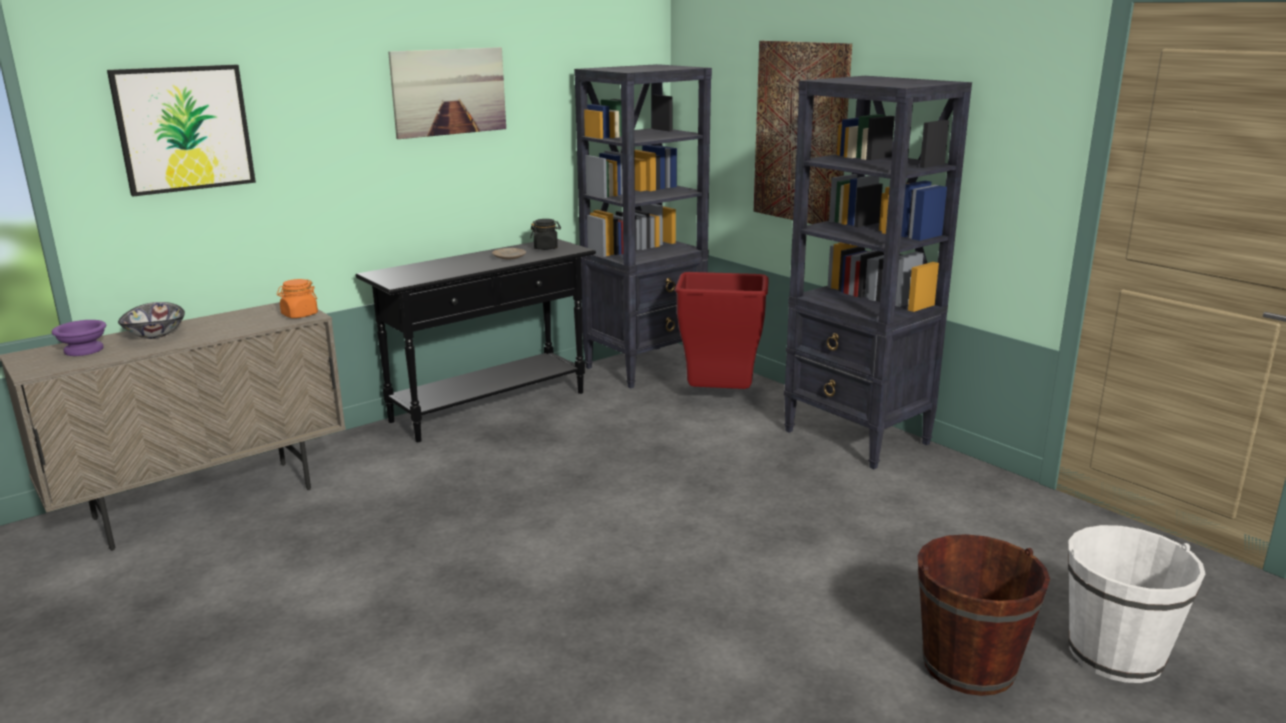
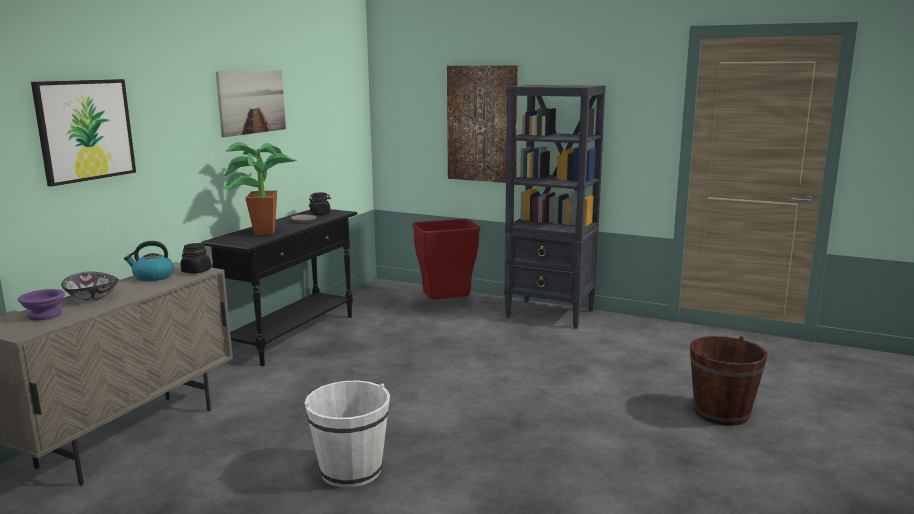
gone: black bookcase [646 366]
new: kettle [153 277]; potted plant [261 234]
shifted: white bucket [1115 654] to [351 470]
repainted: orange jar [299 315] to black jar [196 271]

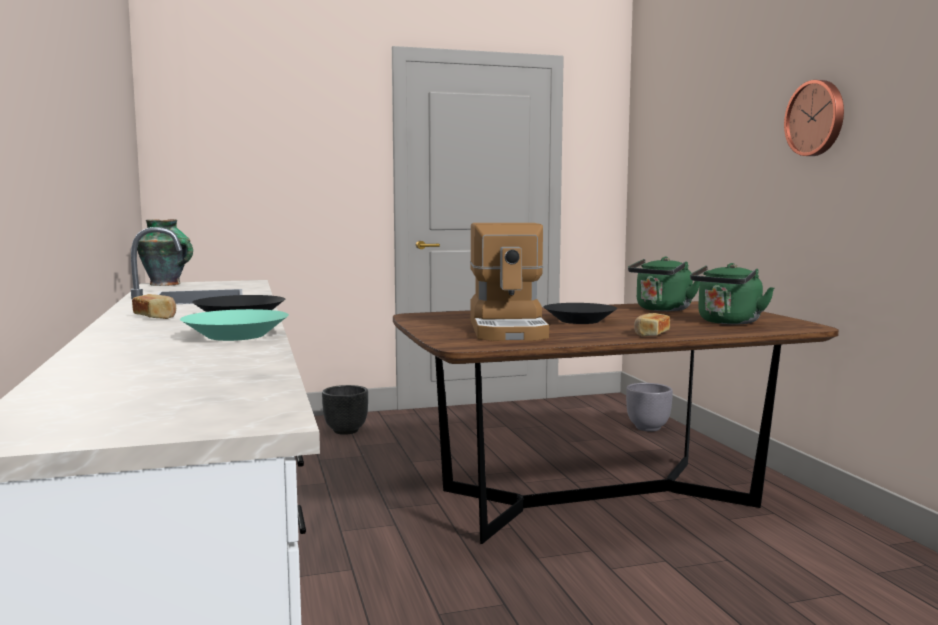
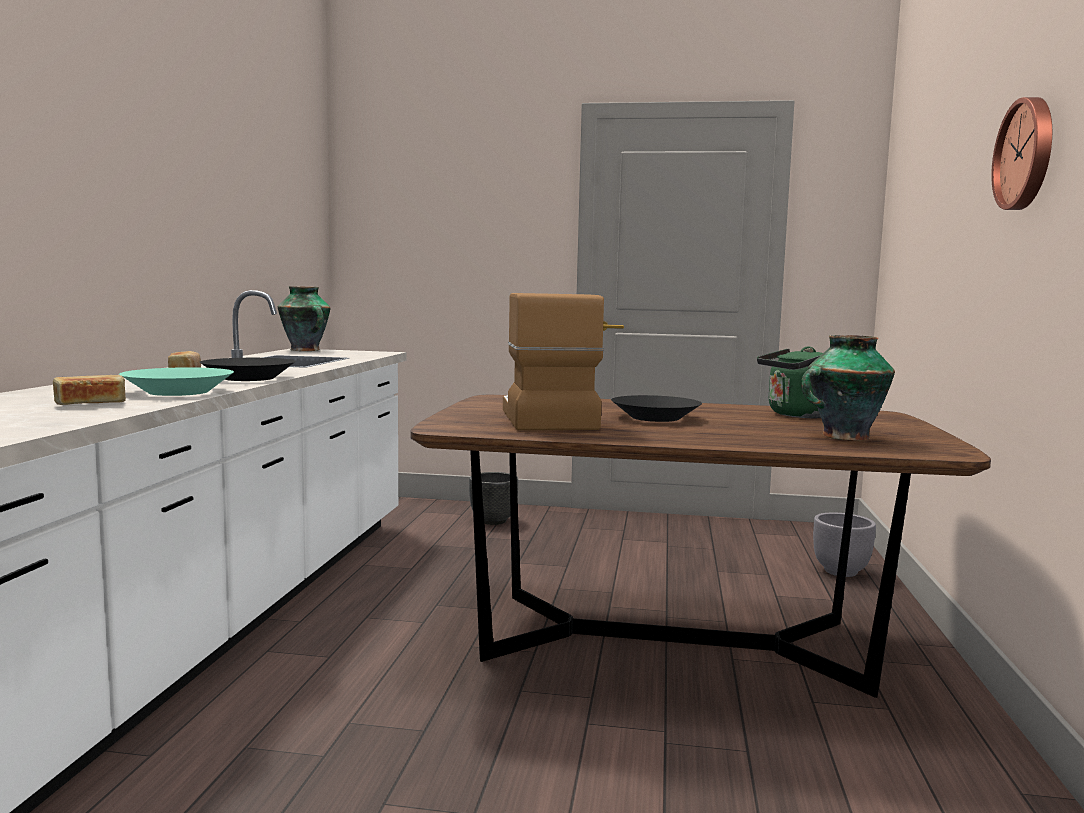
shifted: bread [650 334] to [91 404]
swapped: green kettle [727 322] to vase [843 436]
rotated: coffee machine [509 329] = [545 419] 150 degrees clockwise

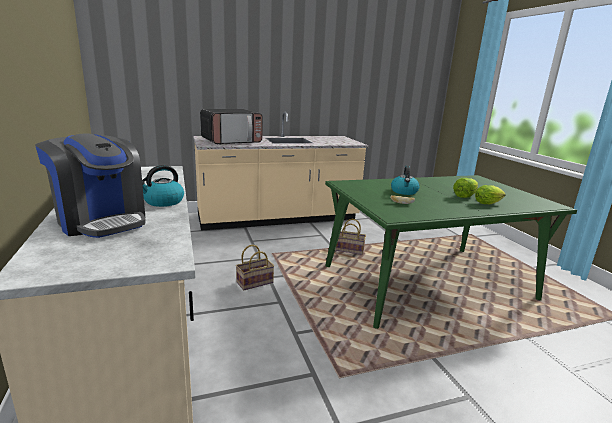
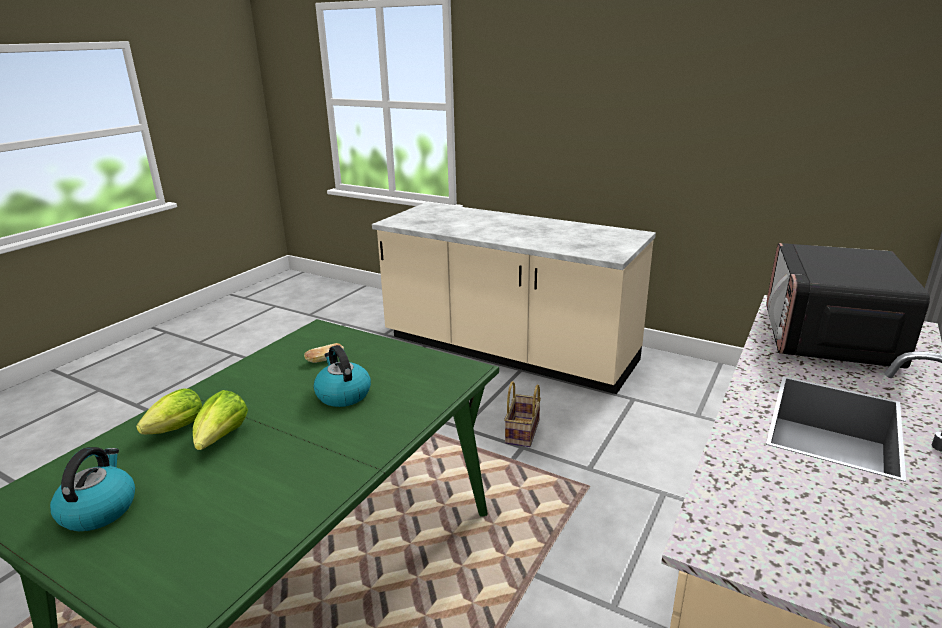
gone: coffee machine [101 221]; basket [350 250]
shifted: kettle [163 202] to [99 509]

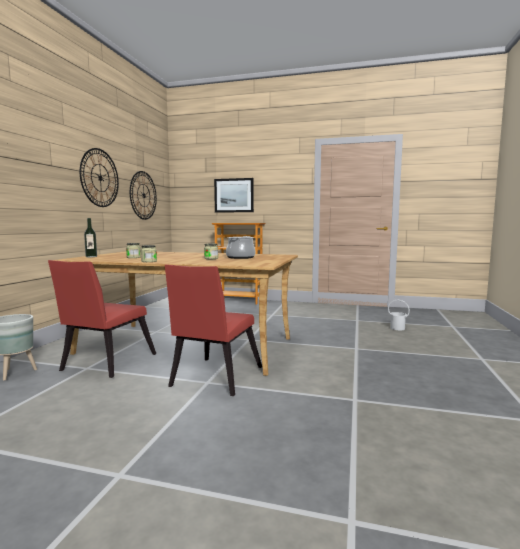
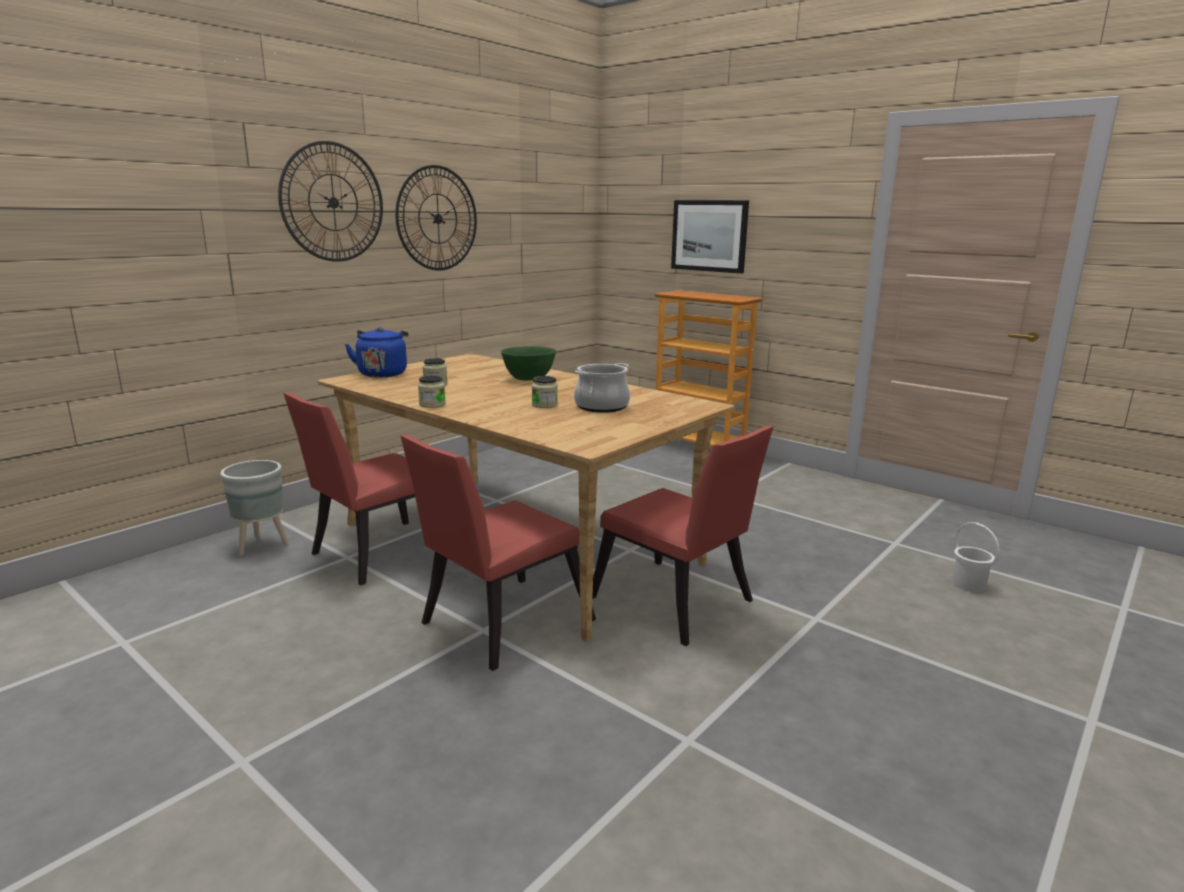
new: green bowl [529 379]; red chair [677 605]
shifted: wall clock [143 195] to [333 202]
swapped: bottle [91 256] to blue kettle [382 373]

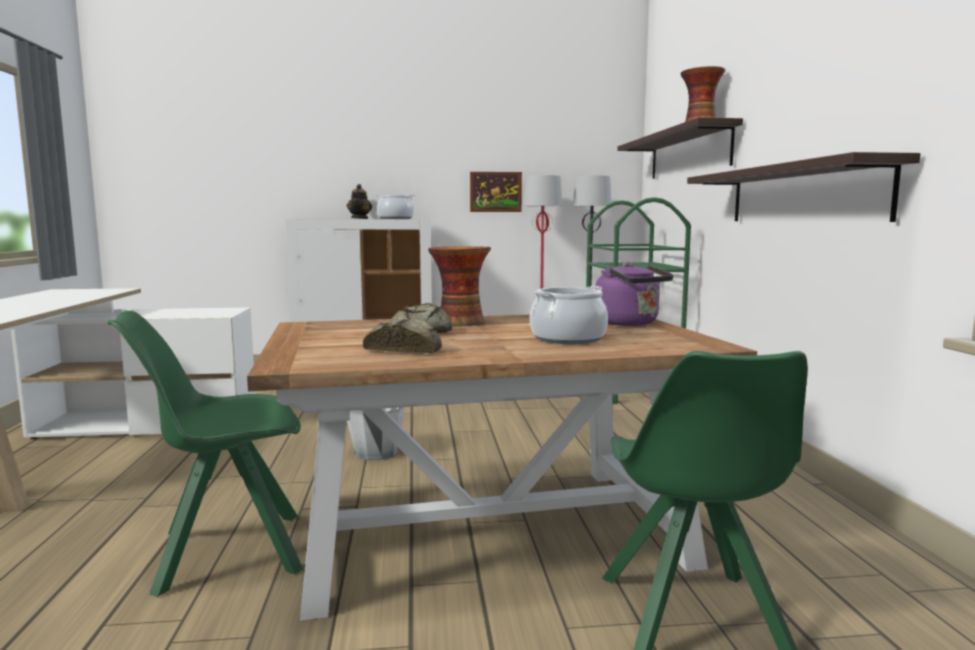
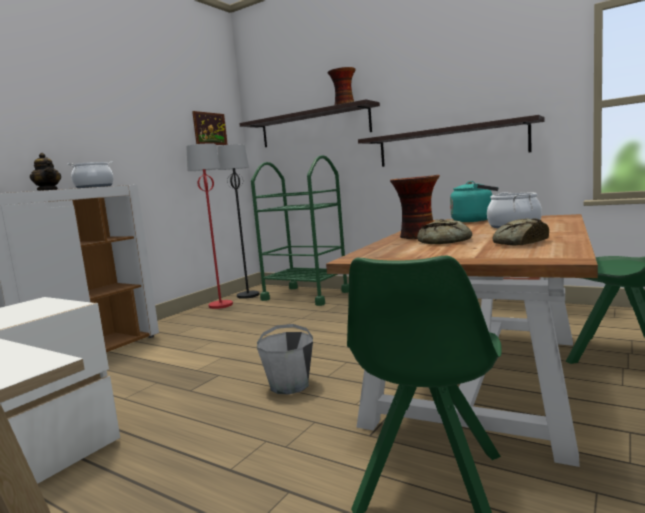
shifted: picture [495 192] to [210 128]
repainted: purple kettle [630 324] to turquoise kettle [474 220]

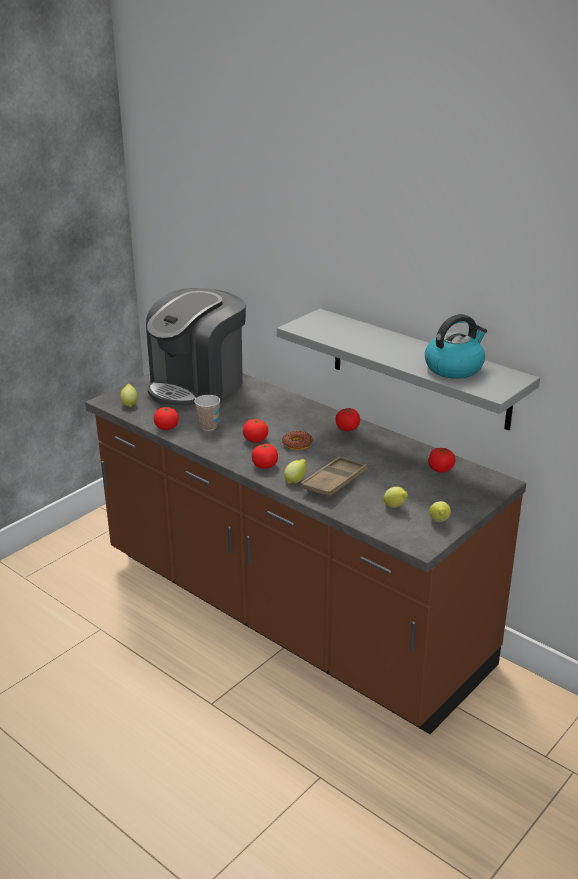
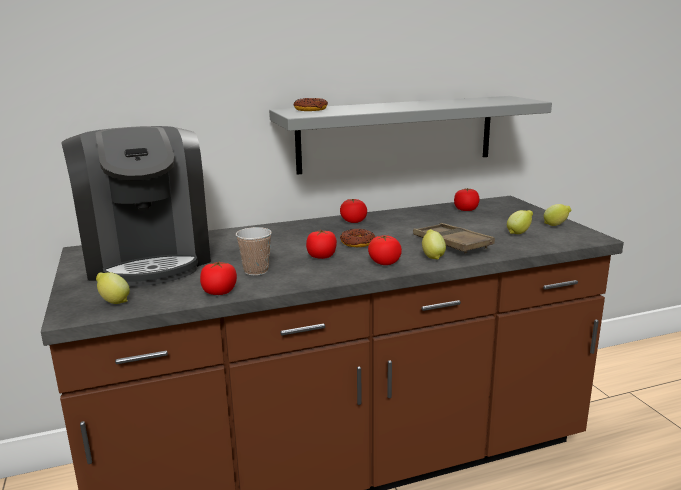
gone: kettle [454 368]
new: donut [311 109]

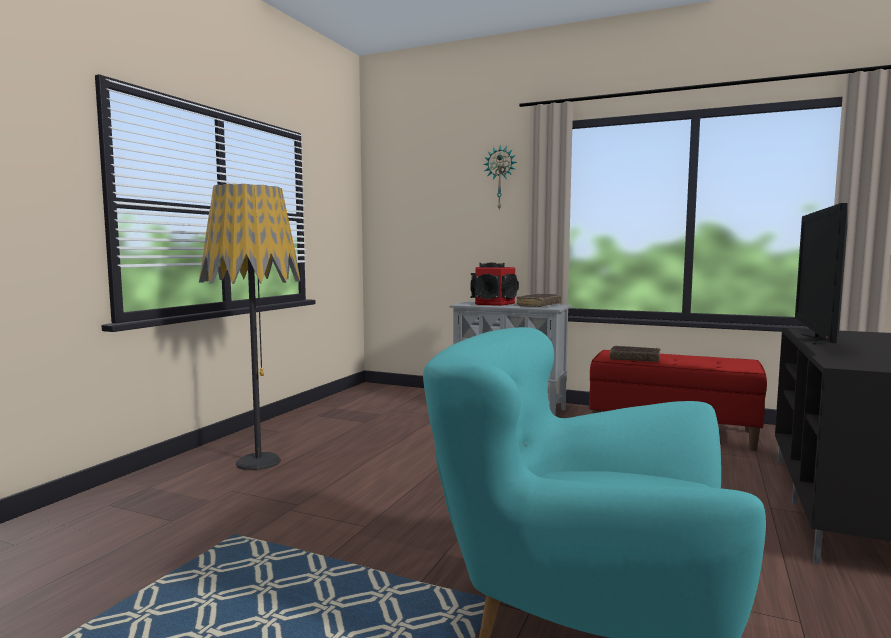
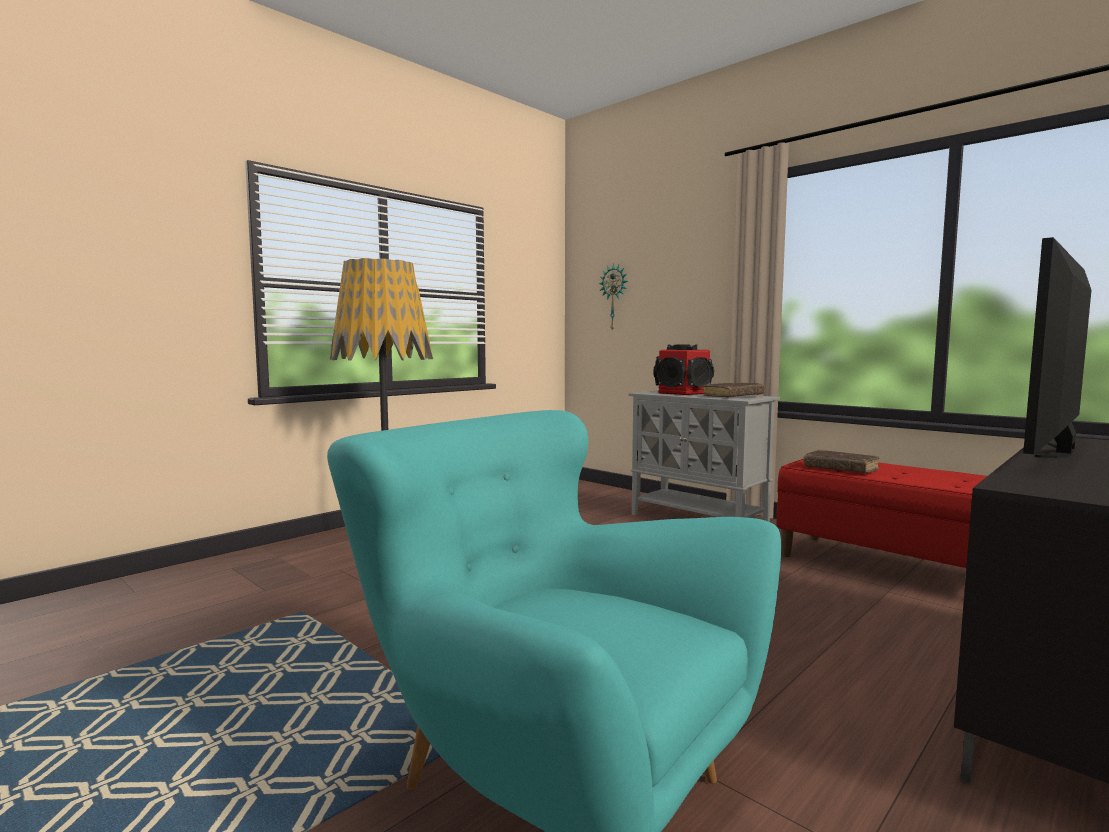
shifted: wall clock [500 178] to [614 297]

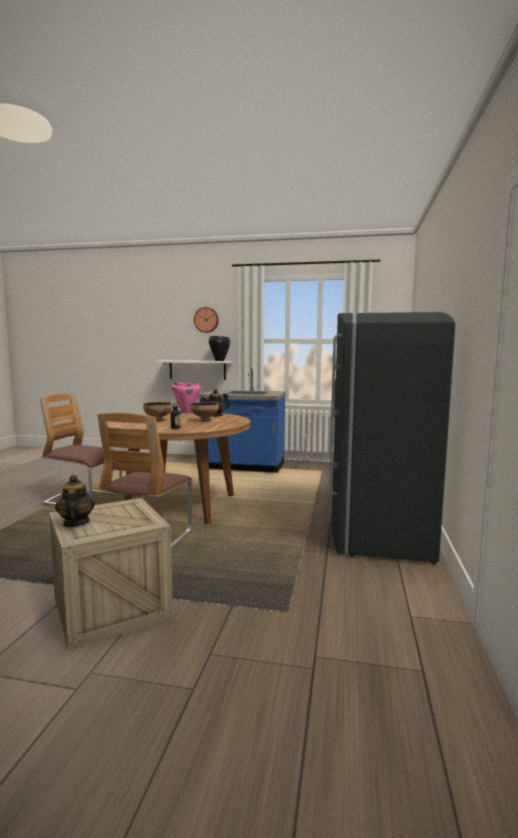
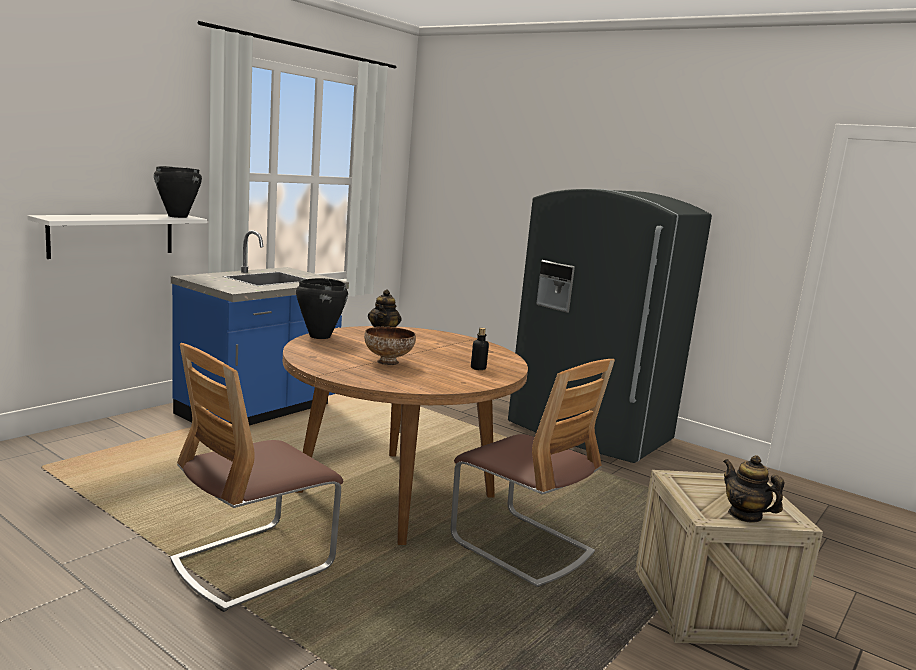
gone: bowl [205 420]; wall clock [206 320]
repainted: pink cooking pot [186 412] to black cooking pot [319 336]
rotated: teapot [75 523] = [745 515] 45 degrees clockwise

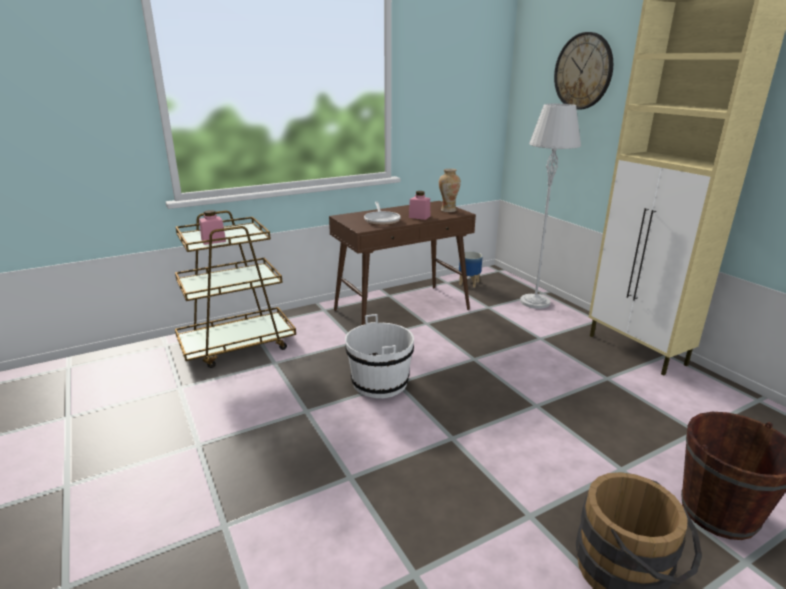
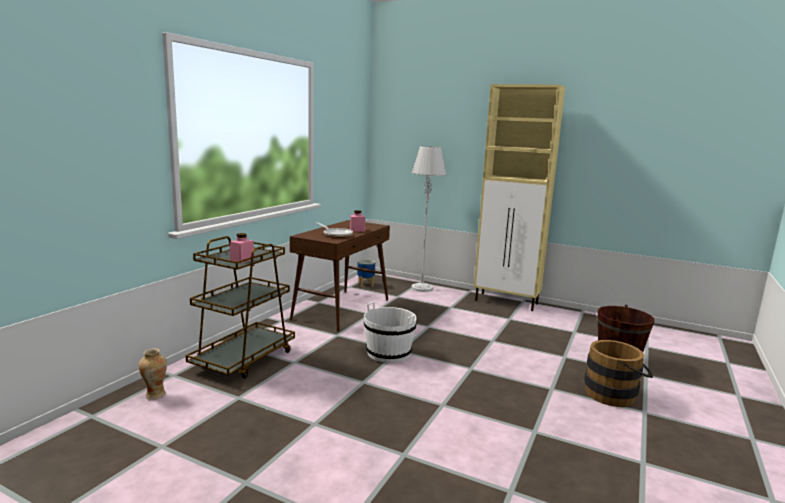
gone: wall clock [583 71]
shifted: vase [448 210] to [155 395]

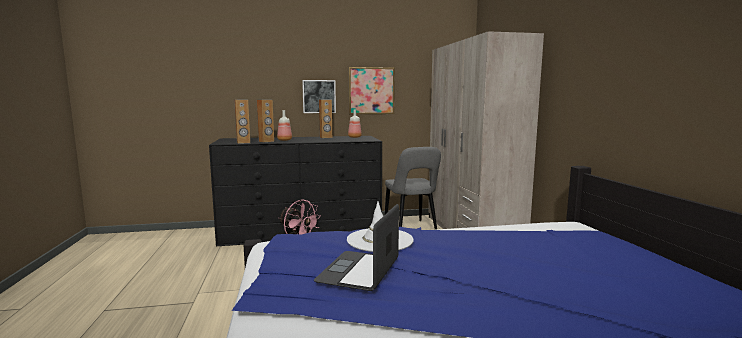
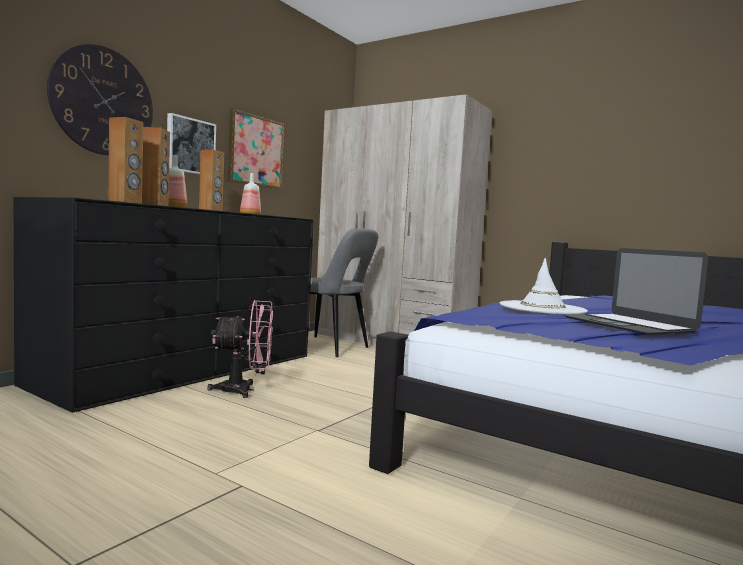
new: wall clock [103 101]

